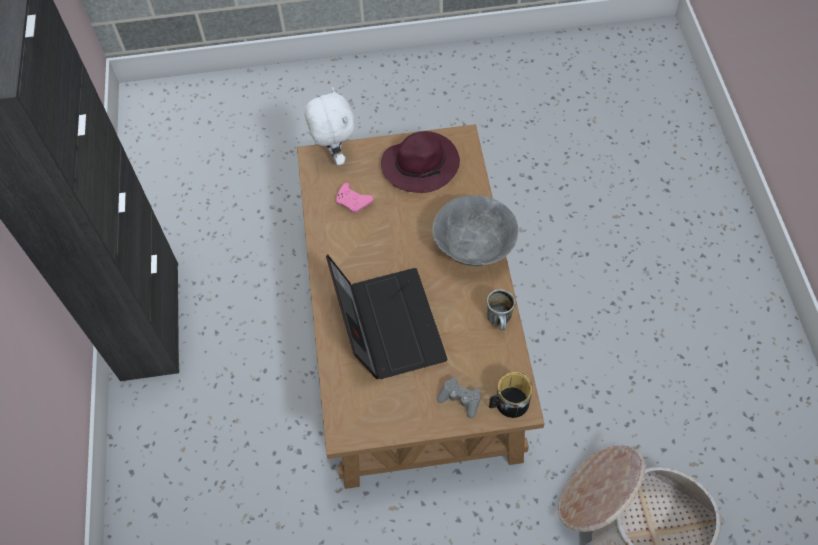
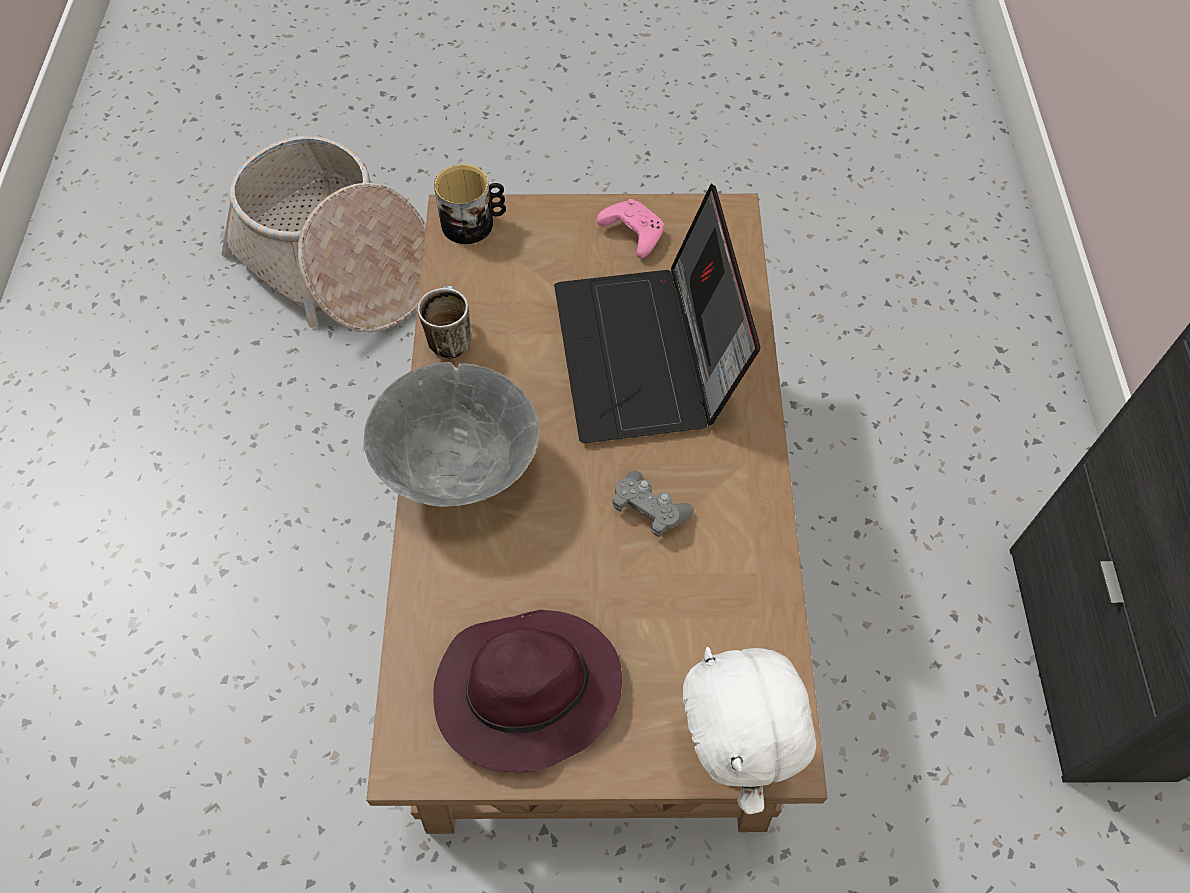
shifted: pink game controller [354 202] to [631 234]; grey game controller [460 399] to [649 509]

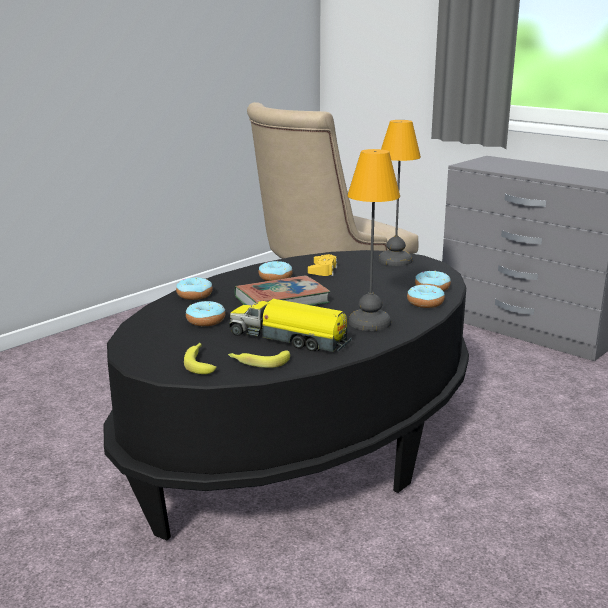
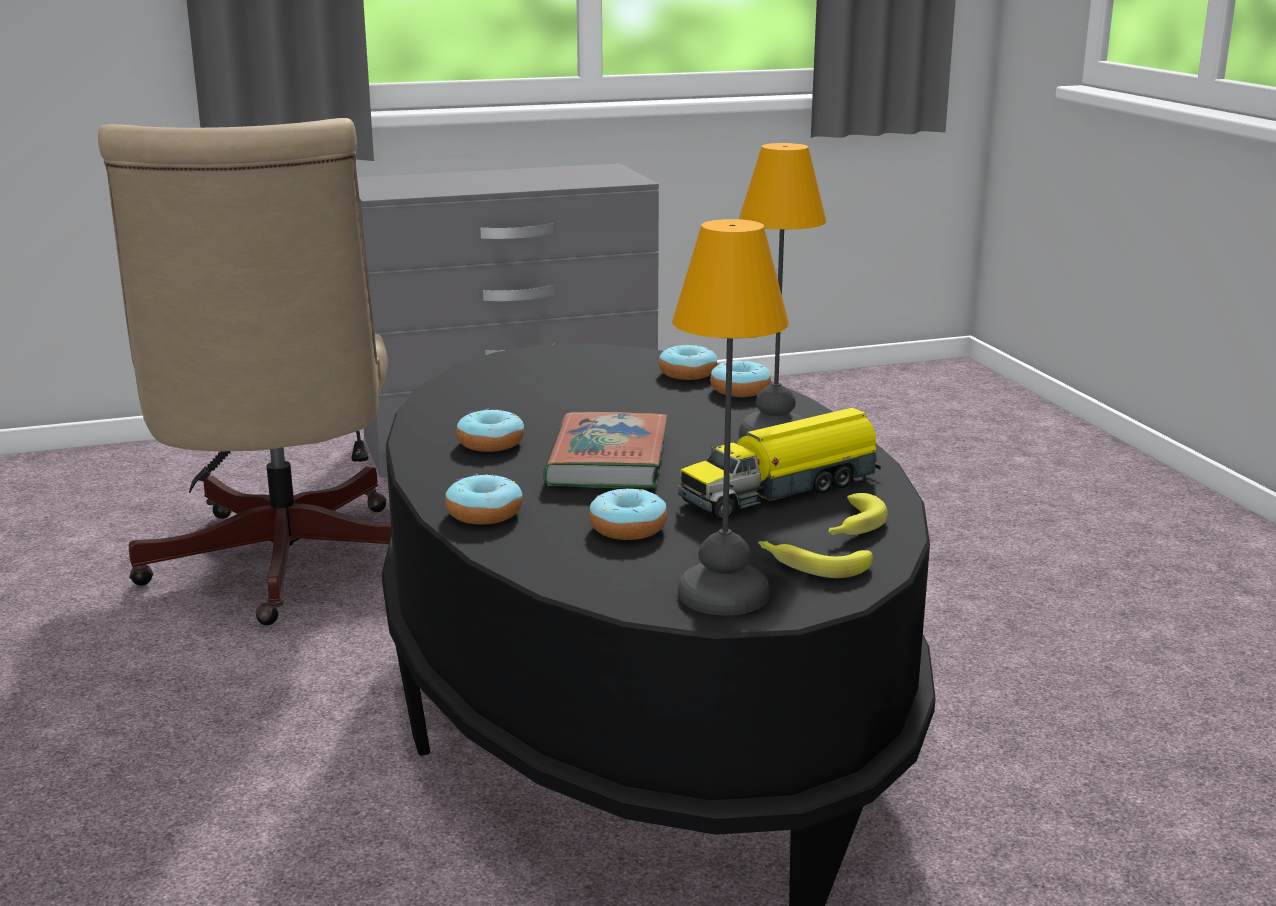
gone: yellow game controller [323 270]
shifted: table lamp [395 260] to [720 593]

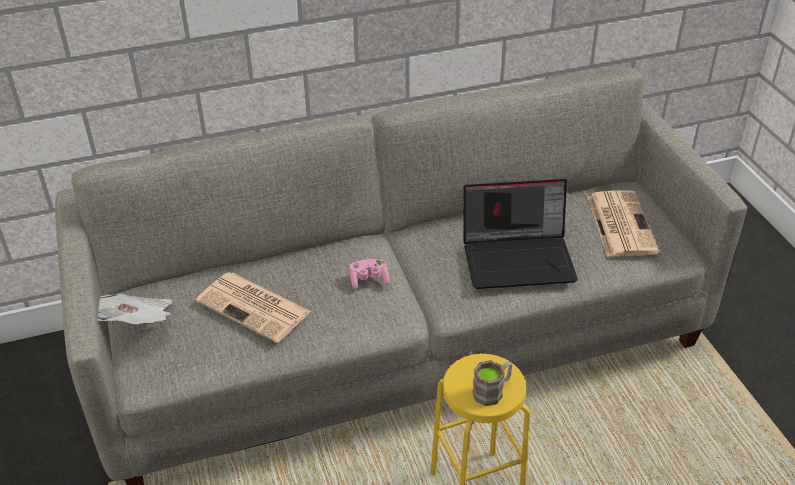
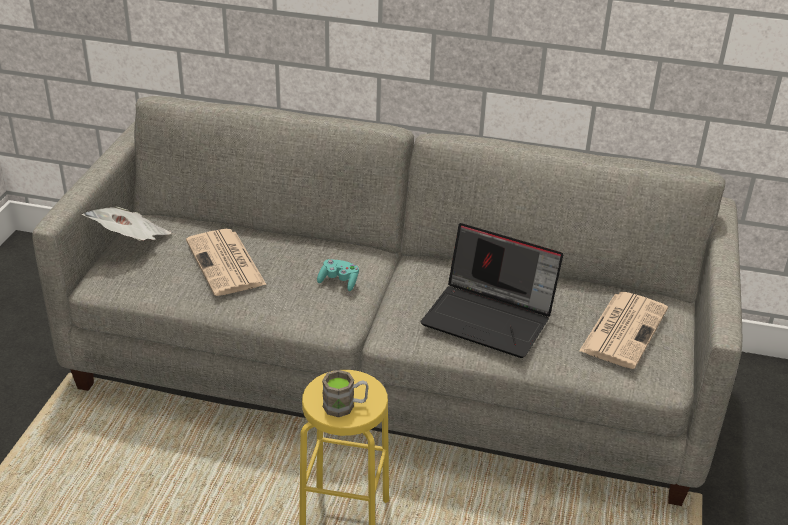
repainted: pink game controller [369 280] to turquoise game controller [339 281]

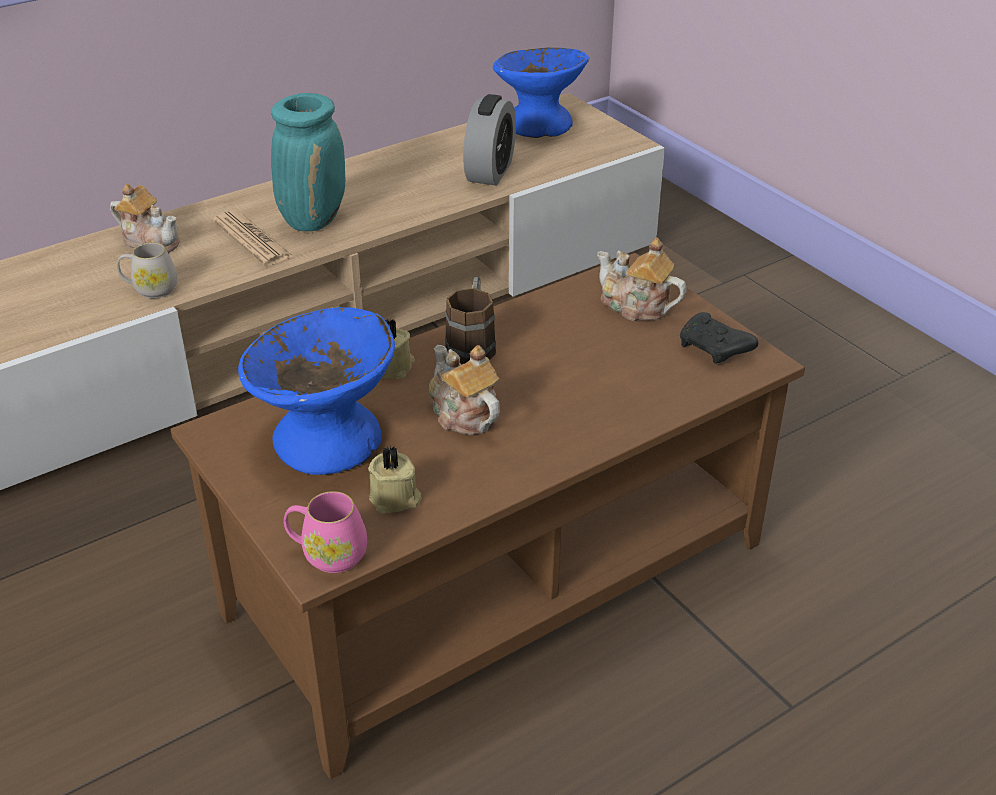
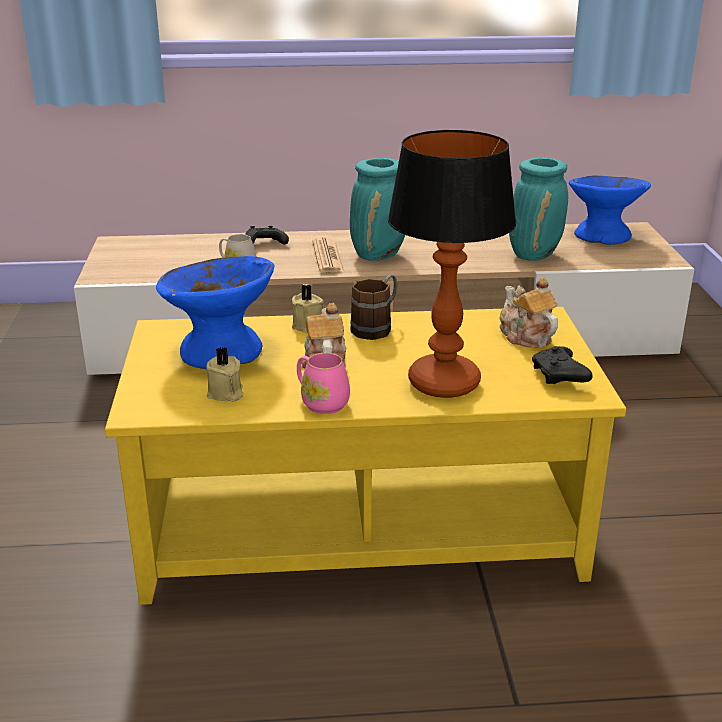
new: table lamp [444 382]
shifted: pink mug [327 554] to [320 402]
swapped: teapot [151 241] to black game controller [264 244]; alarm clock [490 171] to turquoise vase [534 255]
repainted: brown coffee table [499 582] to yellow coffee table [360 532]

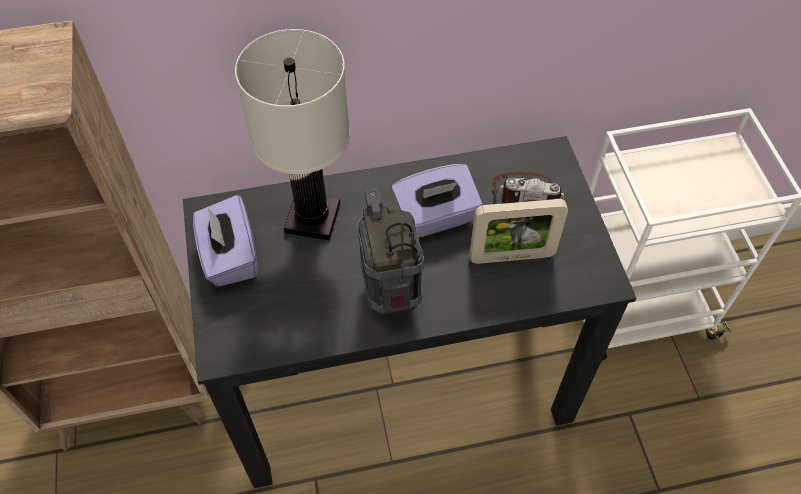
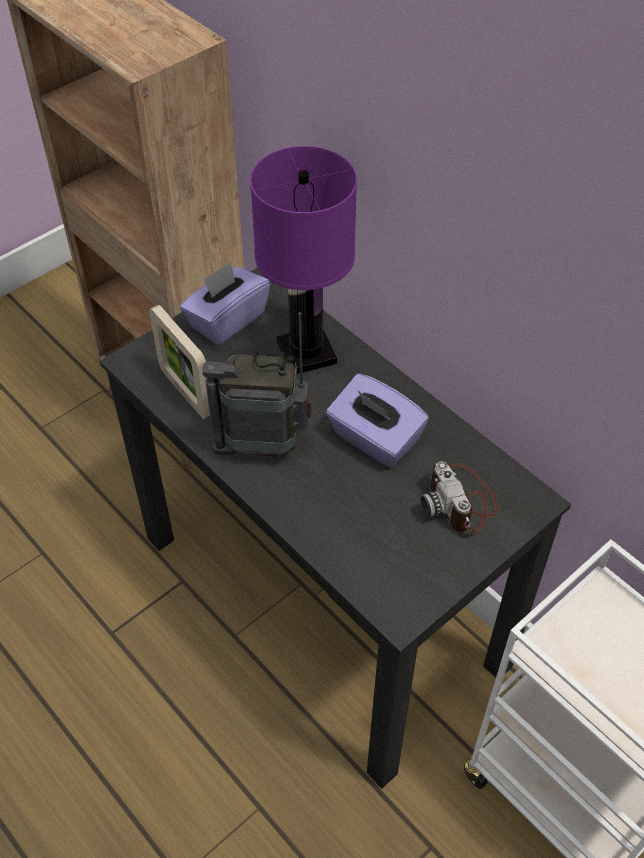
shifted: picture frame [512 256] to [186 392]
repainted: white table lamp [313 219] to purple table lamp [306 353]
rotated: radio [391 295] = [263 445] 135 degrees counterclockwise

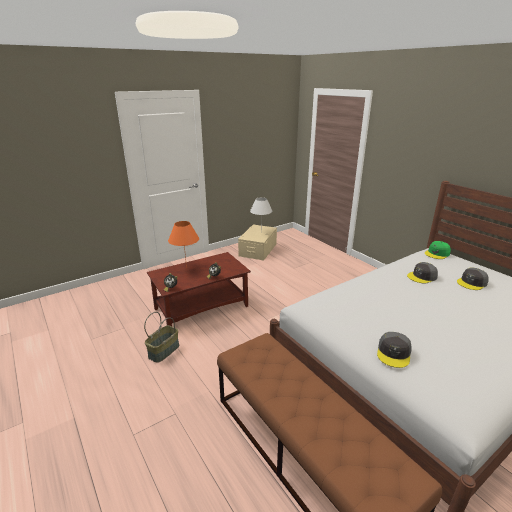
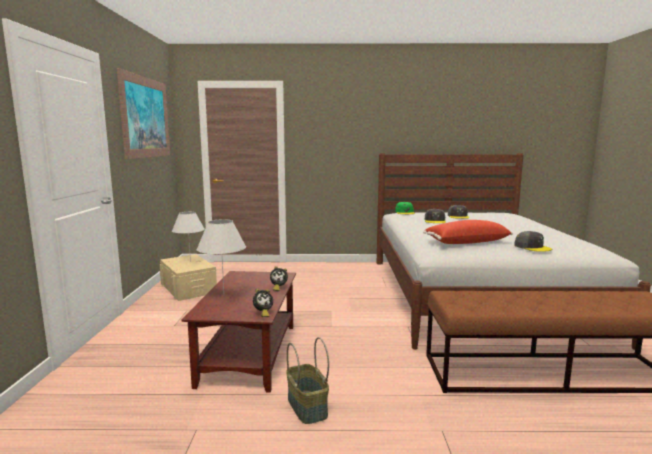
new: picture [146 117]; red pillow [466 242]
repainted: orange table lamp [186 267] to white table lamp [223 295]

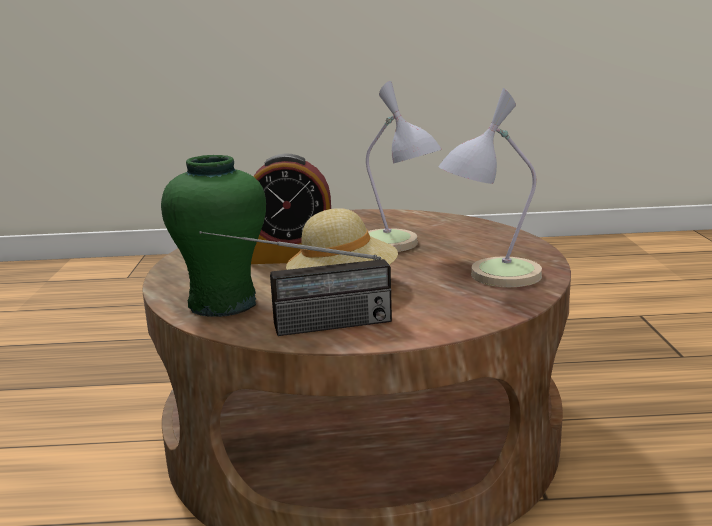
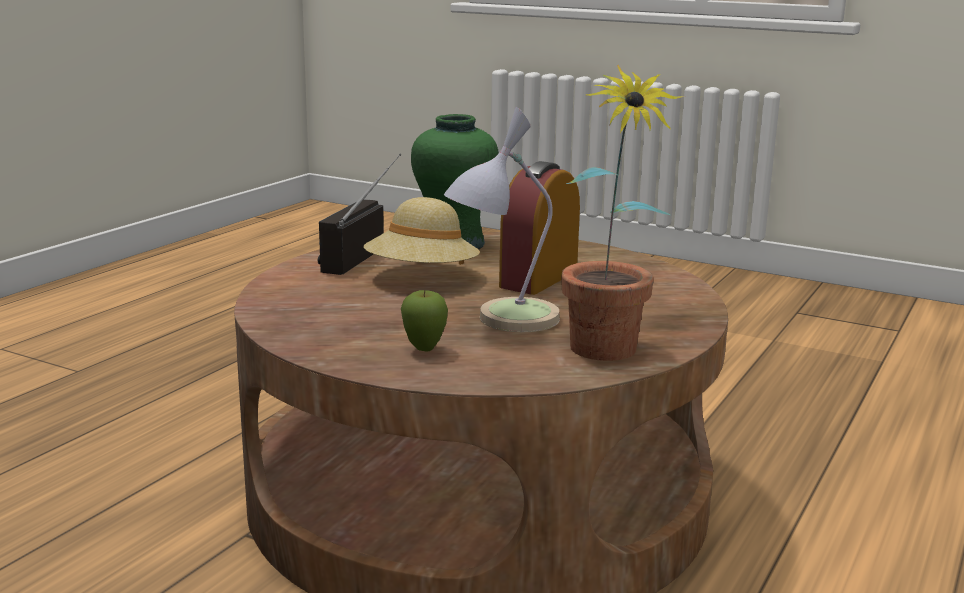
gone: table lamp [490 276]
new: apple [424 349]; potted plant [606 356]

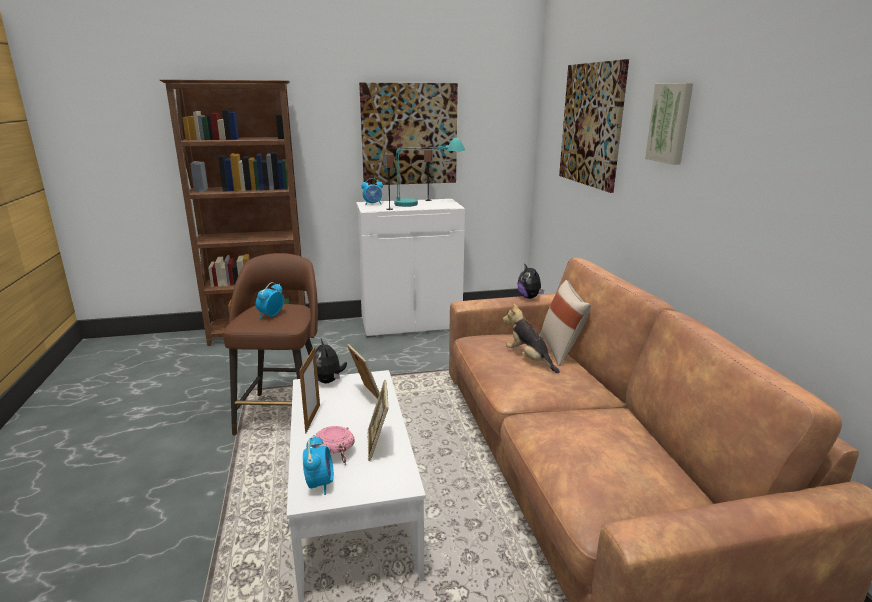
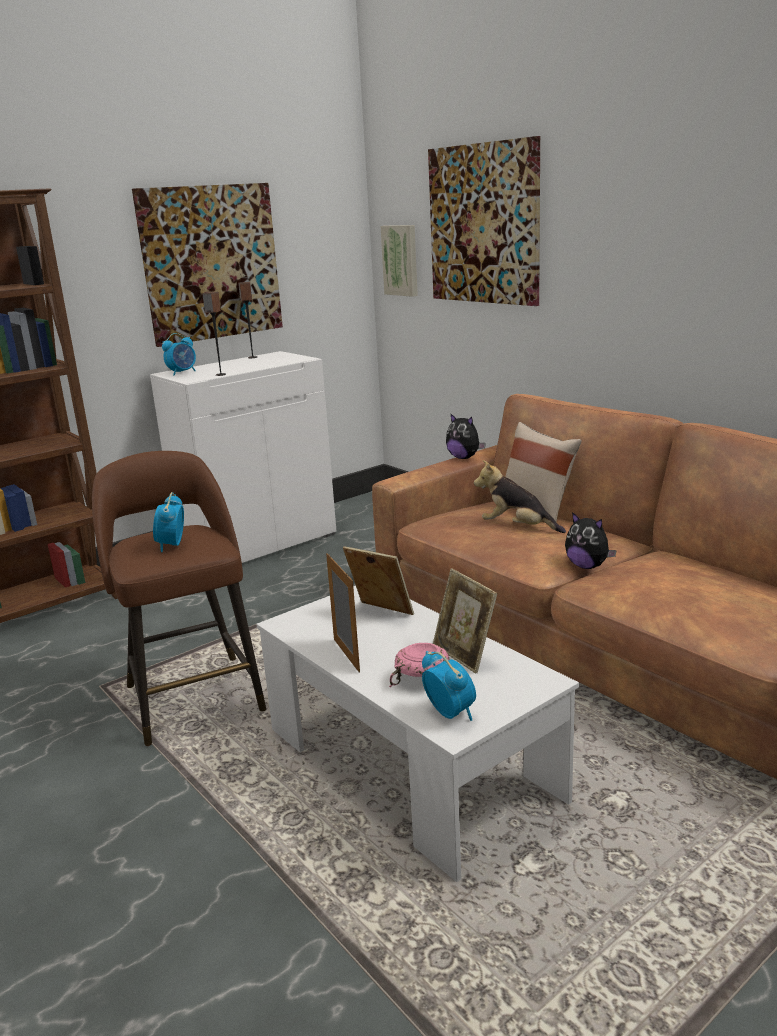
gone: turquoise table lamp [427 204]
shifted: plush toy [329 381] to [587 566]; picture [670 123] to [401 260]

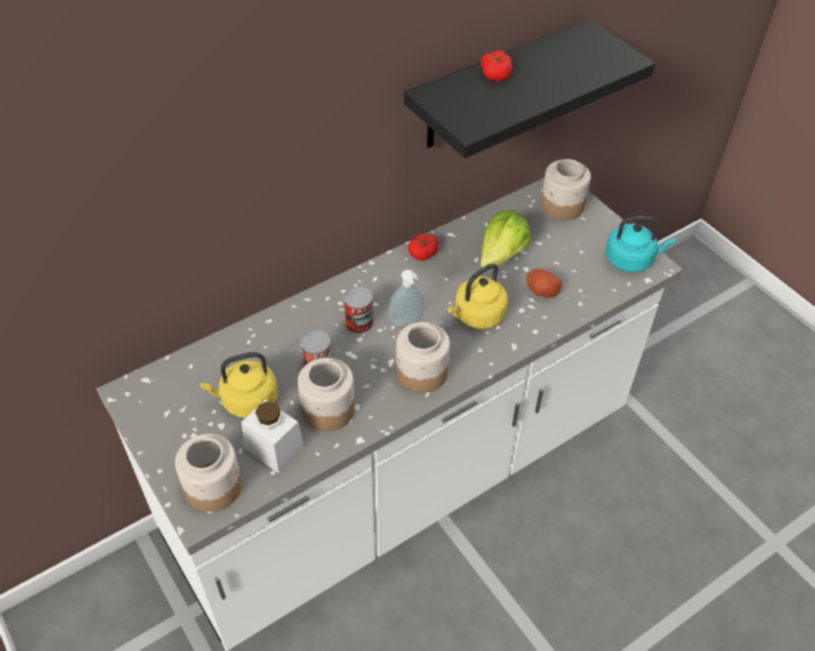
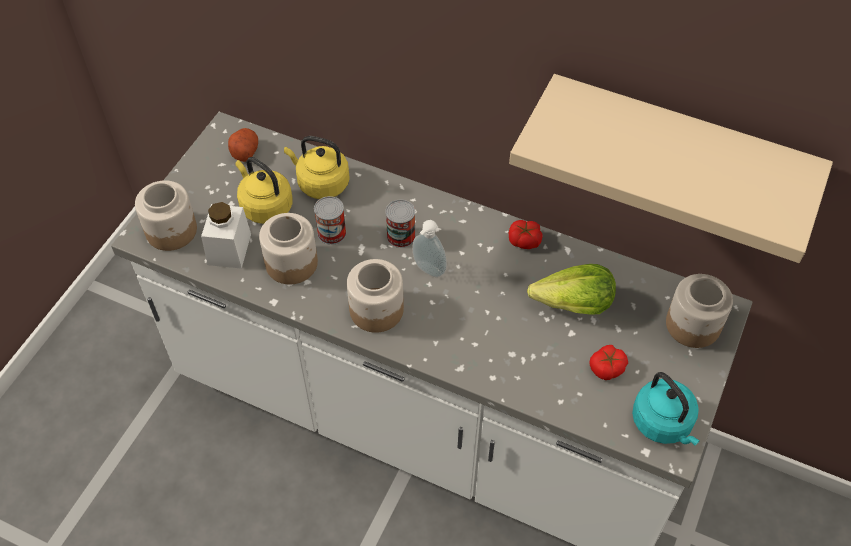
shifted: yellow kettle [477 316] to [321 183]; tomato [496 74] to [607 368]; potato [541 290] to [244 151]
repainted: black shelf [497 86] to beige shelf [678 148]

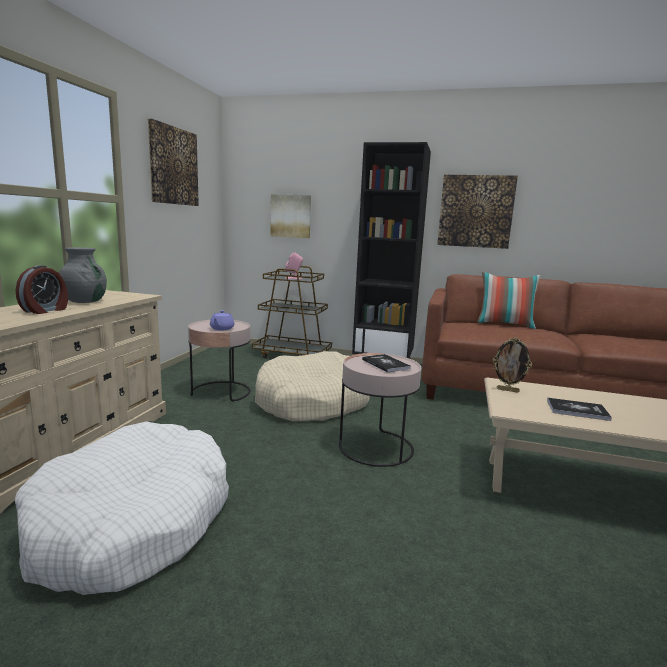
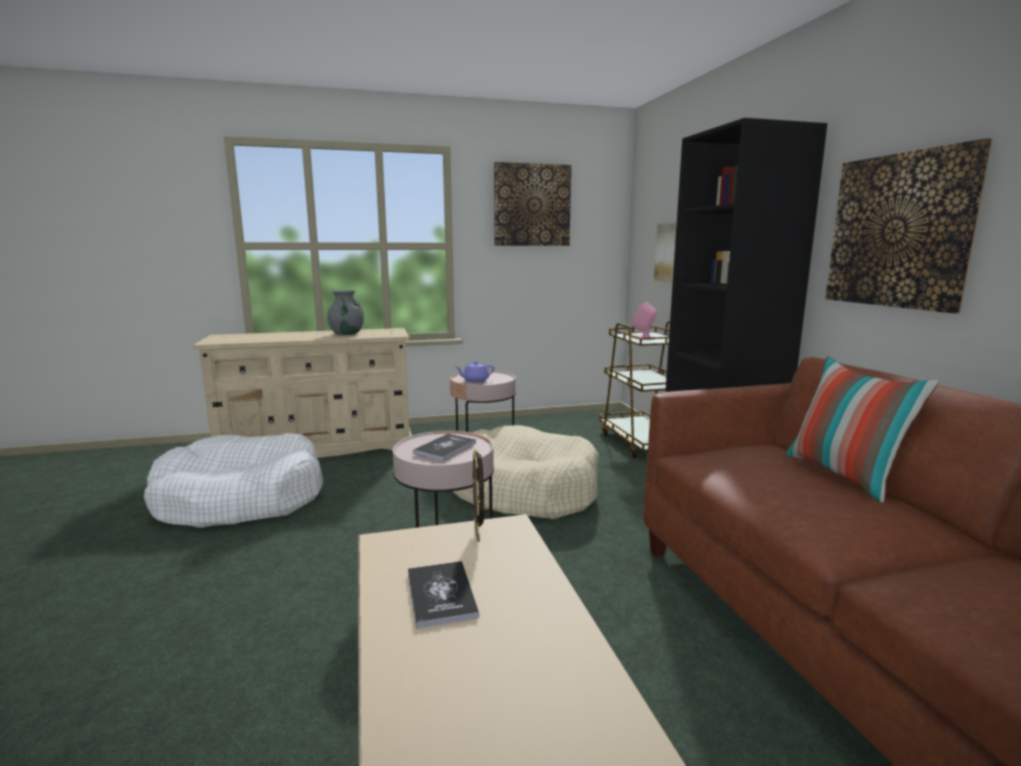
gone: alarm clock [45 310]

